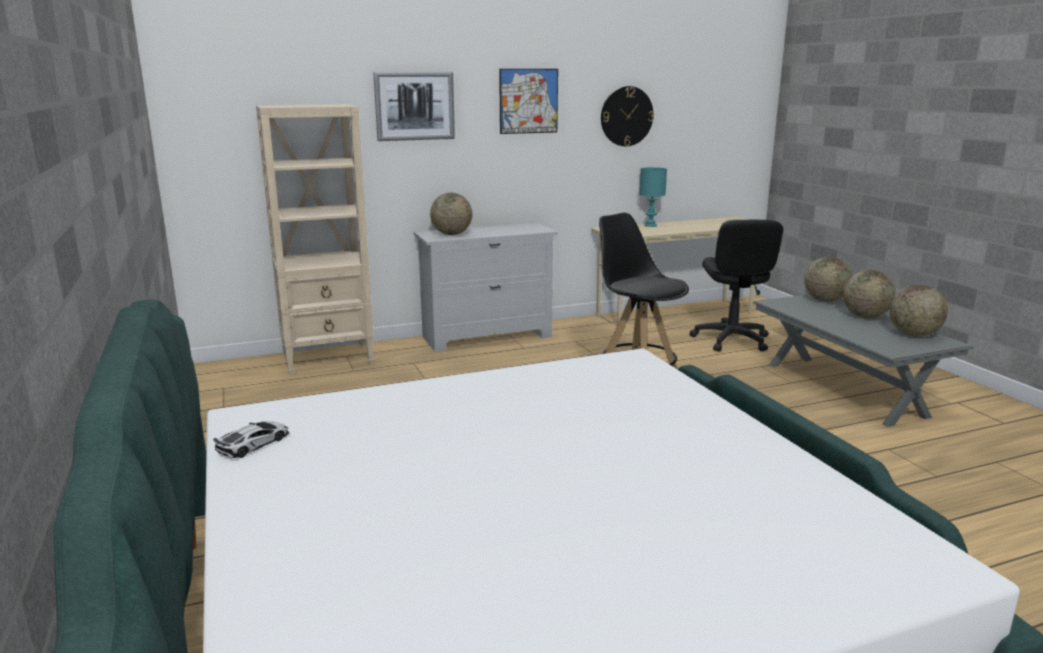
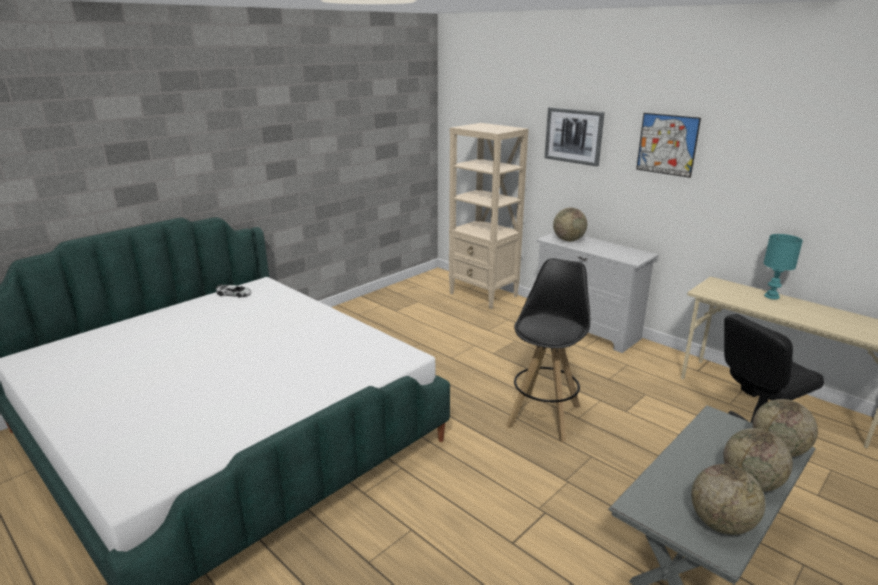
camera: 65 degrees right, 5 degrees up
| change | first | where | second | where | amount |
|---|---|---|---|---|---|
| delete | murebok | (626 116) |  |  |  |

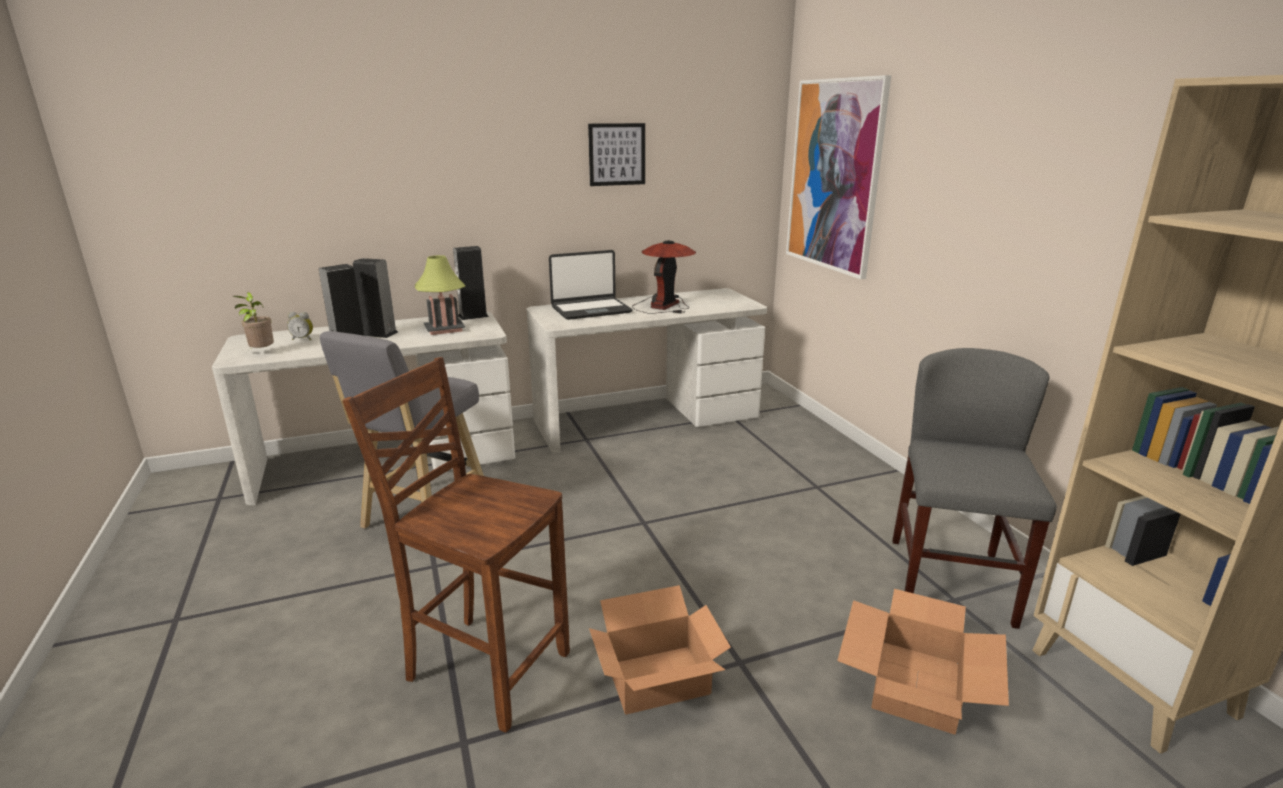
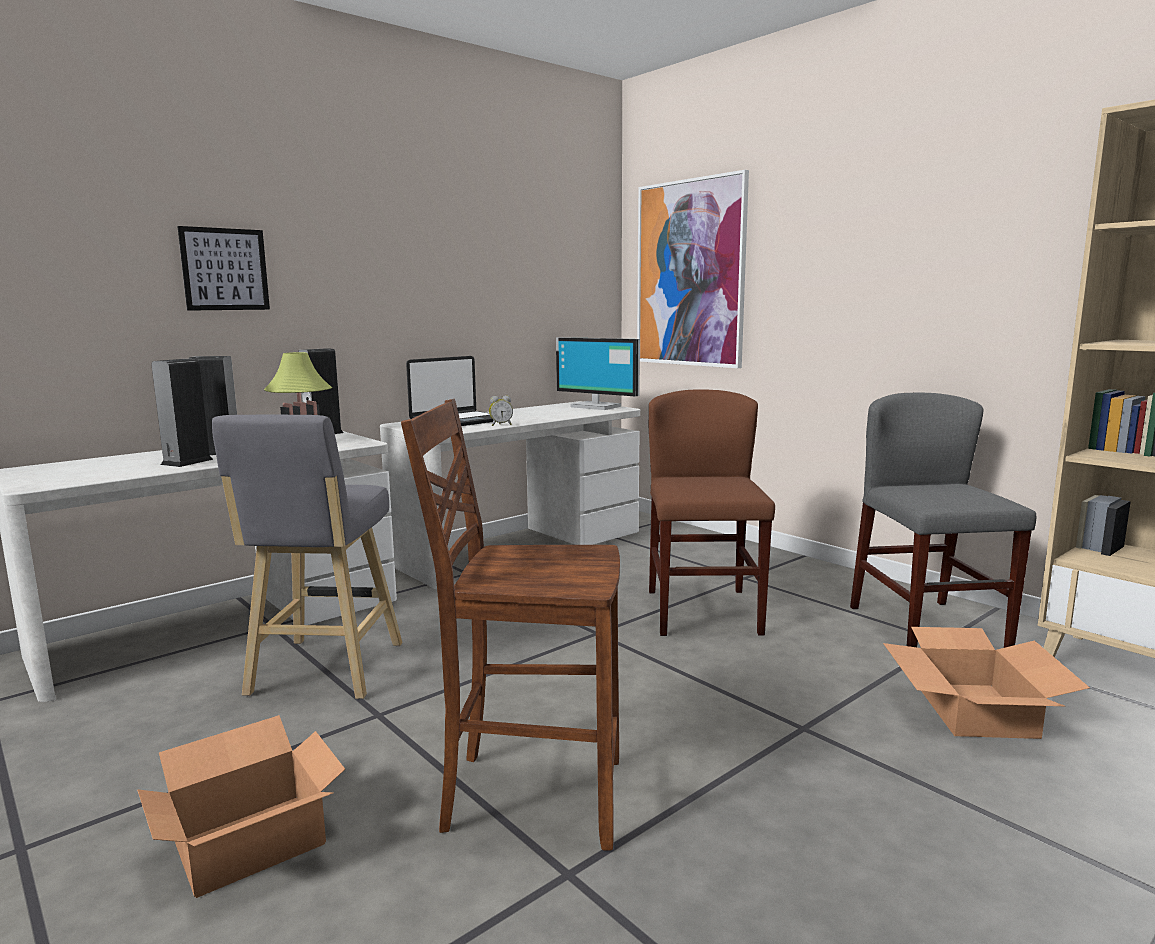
camera: 20 degrees left, 10 degrees down
| change | first | where | second | where | amount |
|---|---|---|---|---|---|
| move | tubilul | (656 678) |  | (248 843) |  |
| move | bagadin | (617 154) |  | (225 269) |  |
| move | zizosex | (303 339) |  | (501 425) |  |
| insert |  |  | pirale | (597 406) |  |
| insert |  |  | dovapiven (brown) | (703 612) |  |
| delete | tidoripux | (261 353) |  |  |  |
| delete | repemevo | (664 305) |  |  |  |

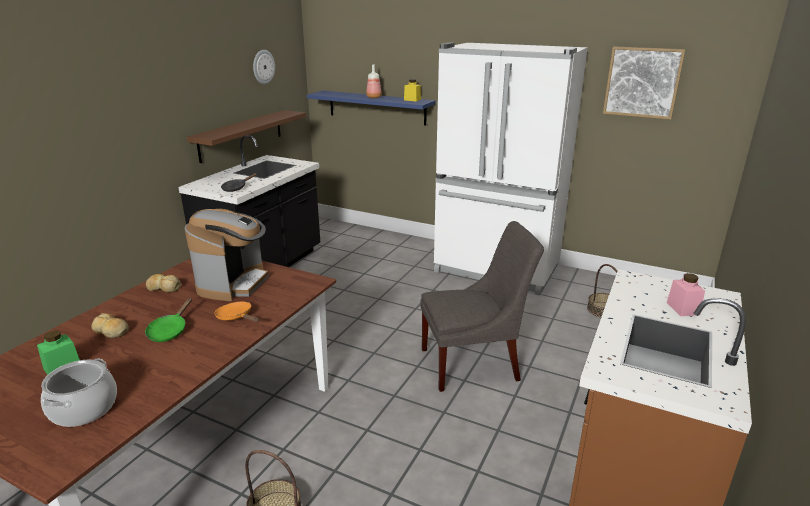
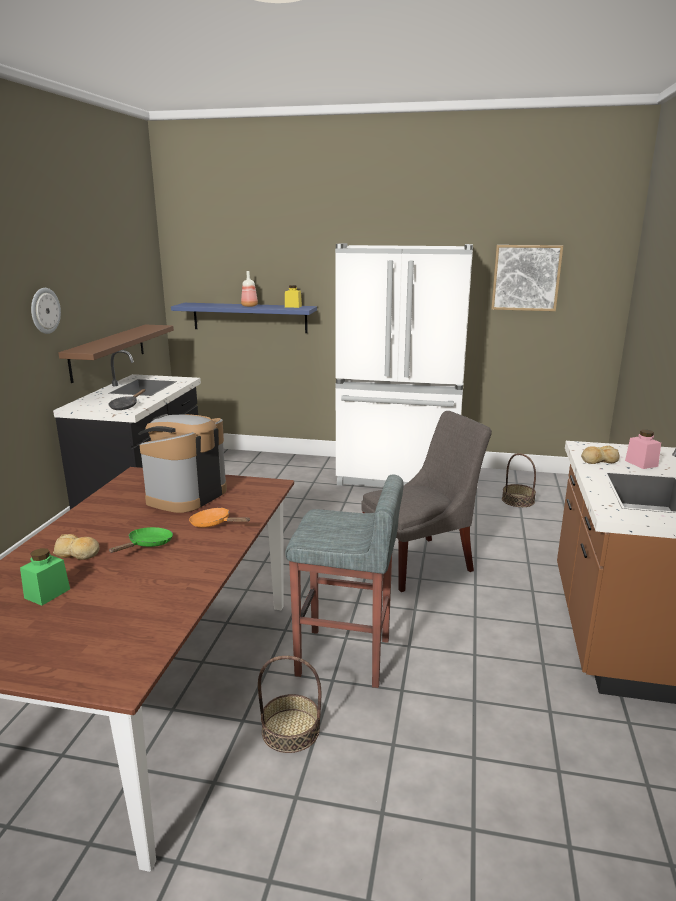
camera: 15 degrees left, 5 degrees down
| change | first | where | second | where | amount |
|---|---|---|---|---|---|
| move | murebok | (263 67) |  | (44 310) |  |
| rotate | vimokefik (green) | (169 331) |  | (147 545) | 150 degrees counterclockwise |
| rotate | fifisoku | (234 283) |  | (185 495) | 150 degrees counterclockwise |
| insert |  |  | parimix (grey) | (345 658) |  |
| move | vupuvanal | (164 288) |  | (598 460) |  |
| delete | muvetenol | (83 408) |  |  |  |

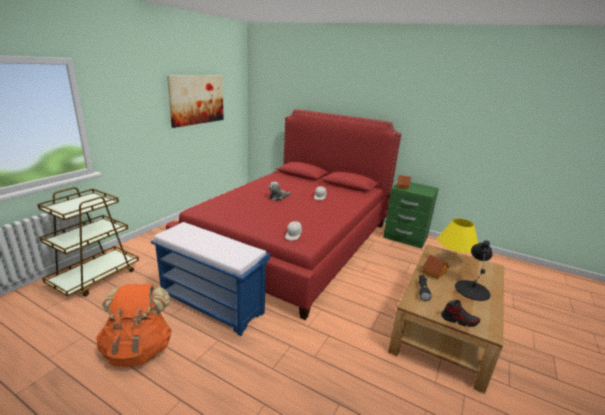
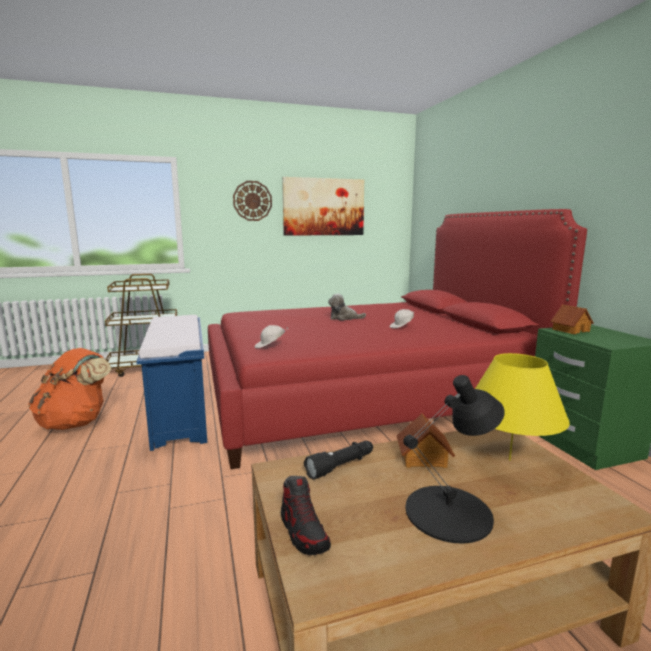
camera: 45 degrees right, 10 degrees down
| change | first | where | second | where | amount |
|---|---|---|---|---|---|
| insert |  |  | murebok | (252 201) |  |

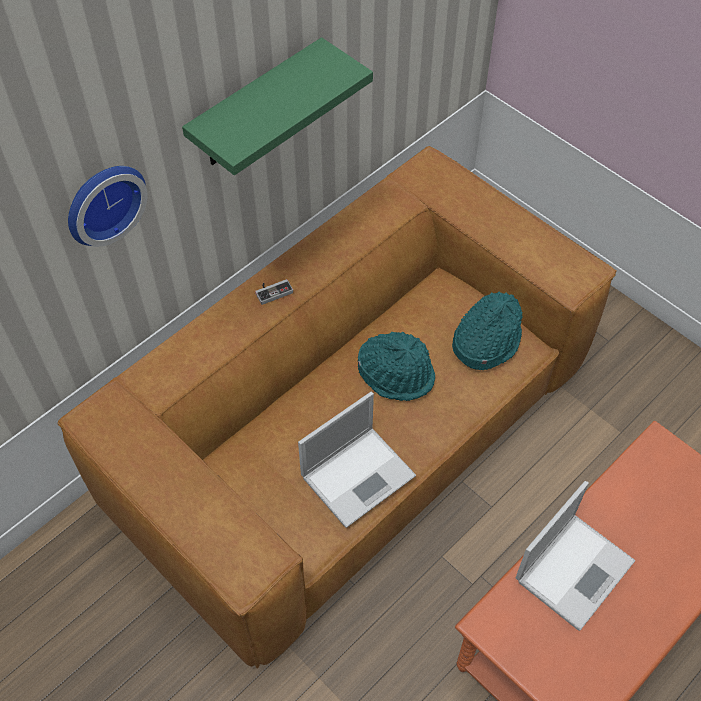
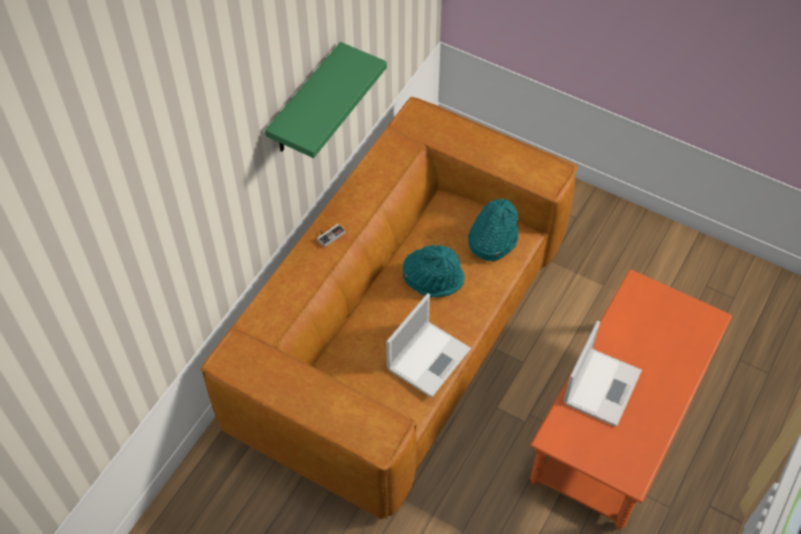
camera: 15 degrees left, 0 degrees up
| change | first | where | second | where | amount |
|---|---|---|---|---|---|
| delete | murebok | (102 201) |  |  |  |

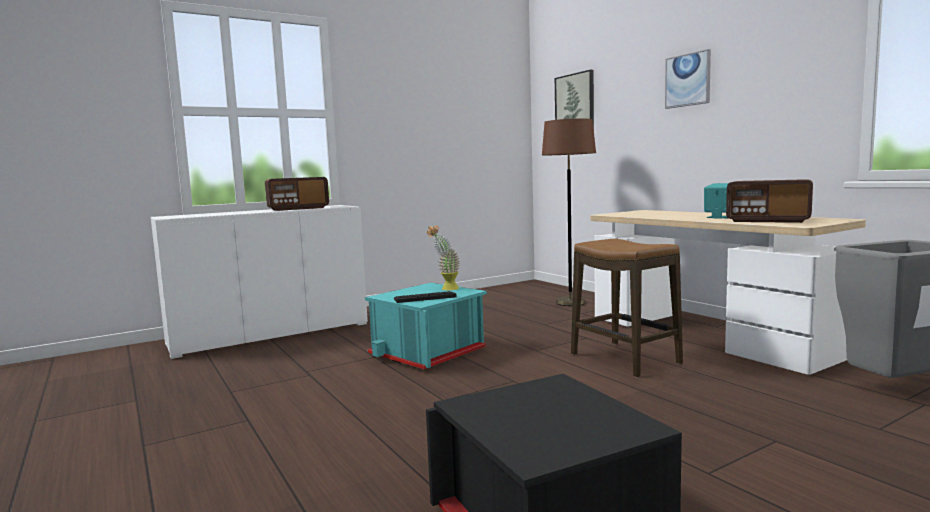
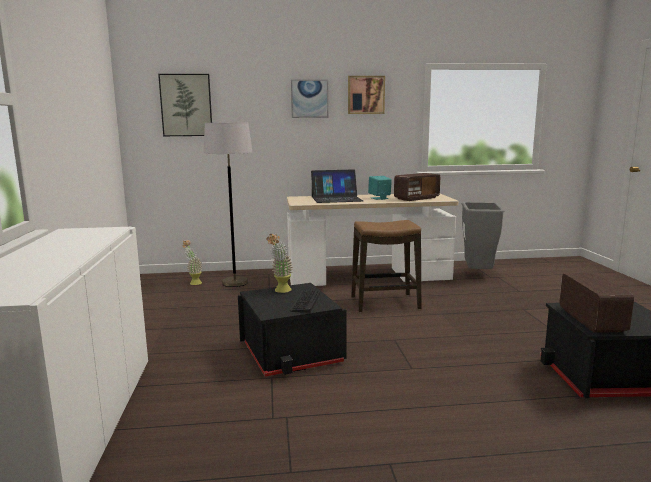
camera: 65 degrees left, 5 degrees up
| change | first | where | second | where | amount |
|---|---|---|---|---|---|
| insert |  |  | tidoripux | (193 283) |  |
| recolor | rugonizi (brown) | (570 302) | rugonizi (grey) | (235 283) |  |
| recolor | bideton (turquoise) | (429 352) | bideton (black) | (291 353) |  |
| insert |  |  | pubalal | (336 199) |  |
| insert |  |  | bagadin | (366 95) |  |
| move | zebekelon | (298 208) |  | (591 320) |  |

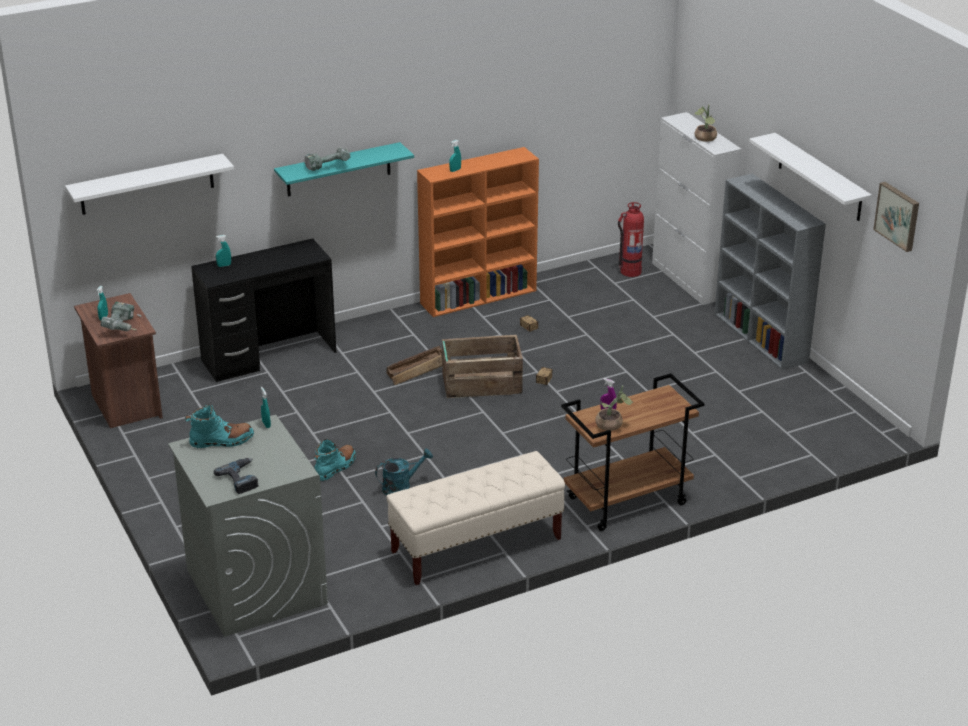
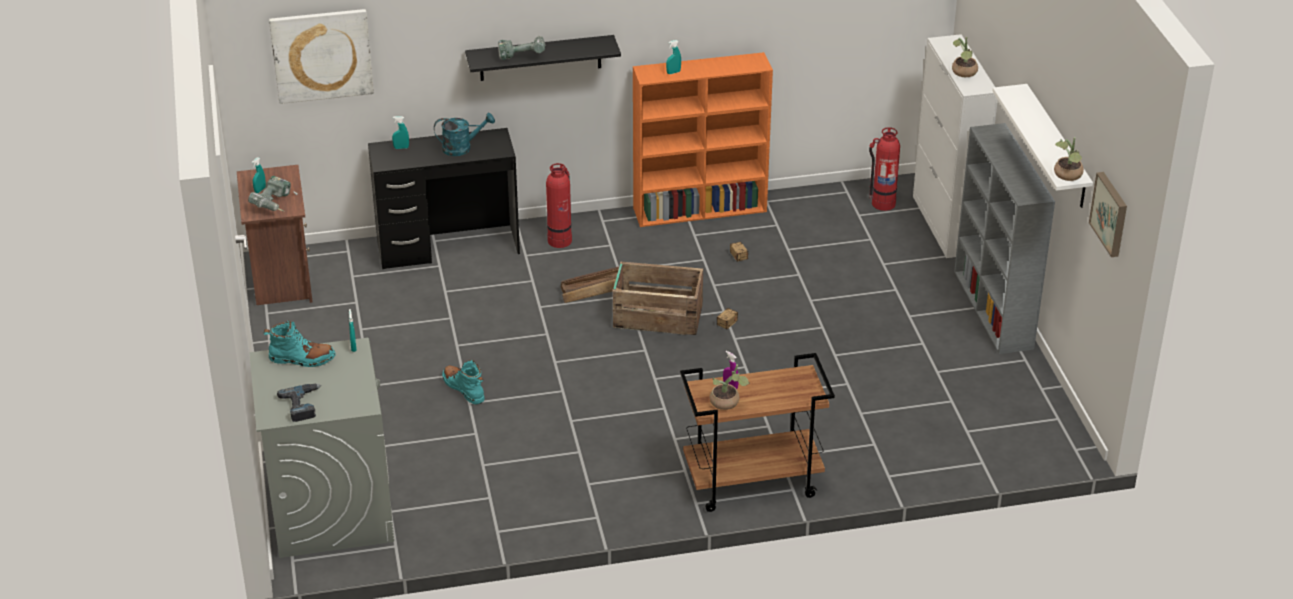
camera: 15 degrees right, 5 degrees up
| change | first | where | second | where | amount |
|---|---|---|---|---|---|
| replace | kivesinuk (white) | (147 184) | bagadin | (322 55) |  |
| move | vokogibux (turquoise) | (401 487) |  | (462 148) |  |
| rotate | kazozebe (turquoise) | (335 467) |  | (464 389) | 90 degrees counterclockwise |
| recolor | kivesinuk (turquoise) | (338 170) | kivesinuk (black) | (540 58) |  |
| insert |  |  | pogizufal | (560 240) |  |
| insert |  |  | tidoripux | (1067 176) |  |
| delete | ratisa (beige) | (476 546) |  |  |  |

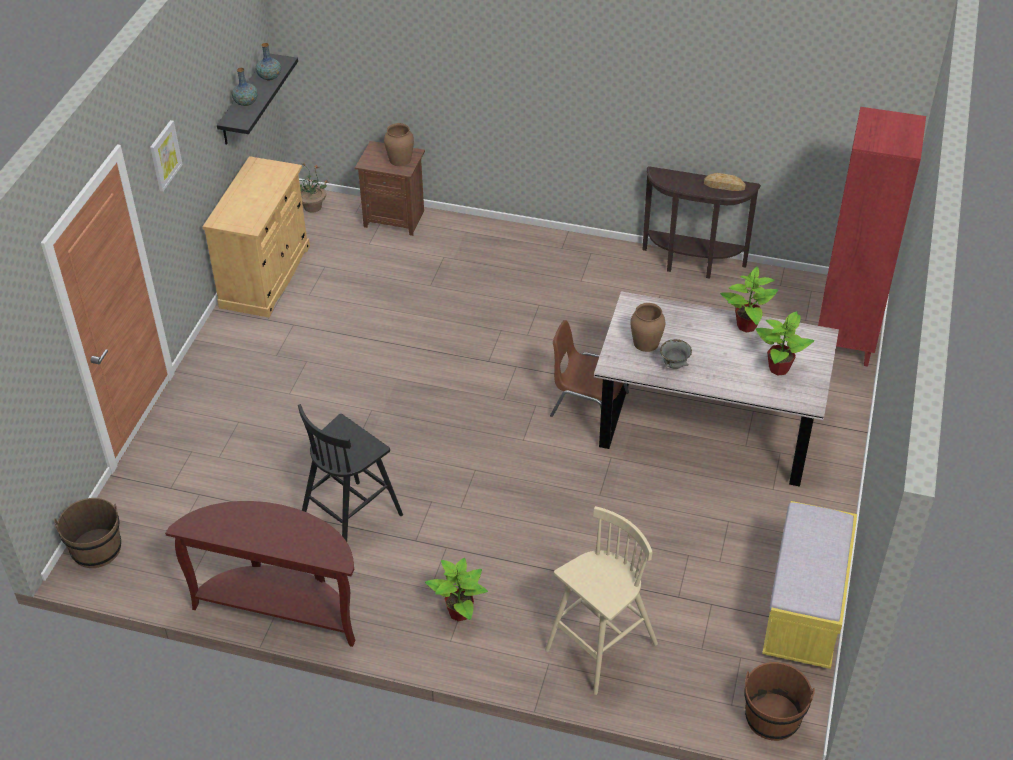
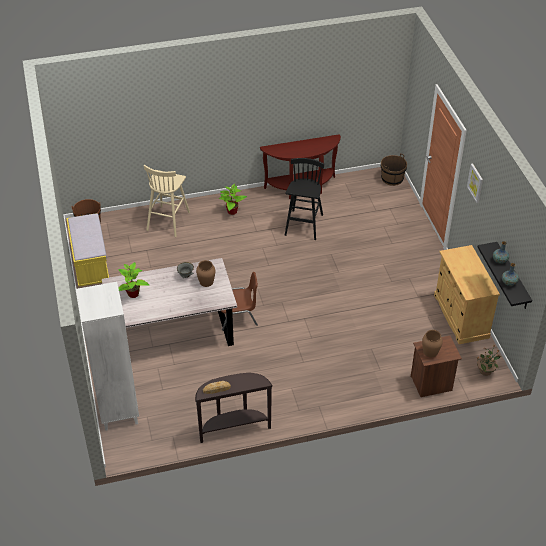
camera: 150 degrees right, 0 degrees up
| change | first | where | second | where | amount |
|---|---|---|---|---|---|
| recolor | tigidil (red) | (845 341) | tigidil (white) | (118 411) |  |
| delete | tidoripux | (746 326) |  |  |  |

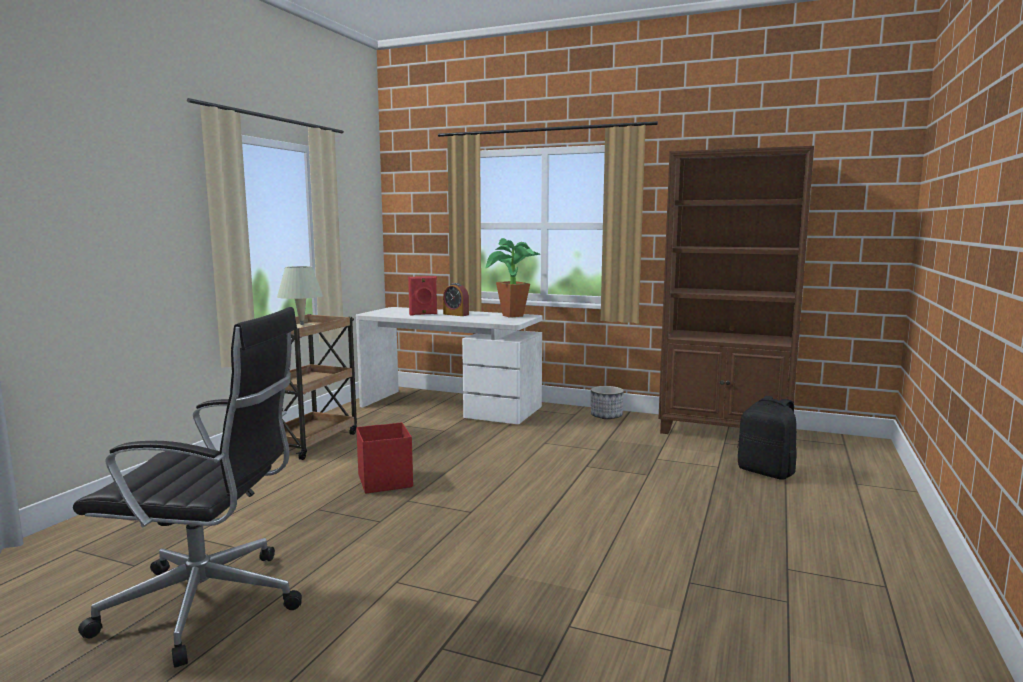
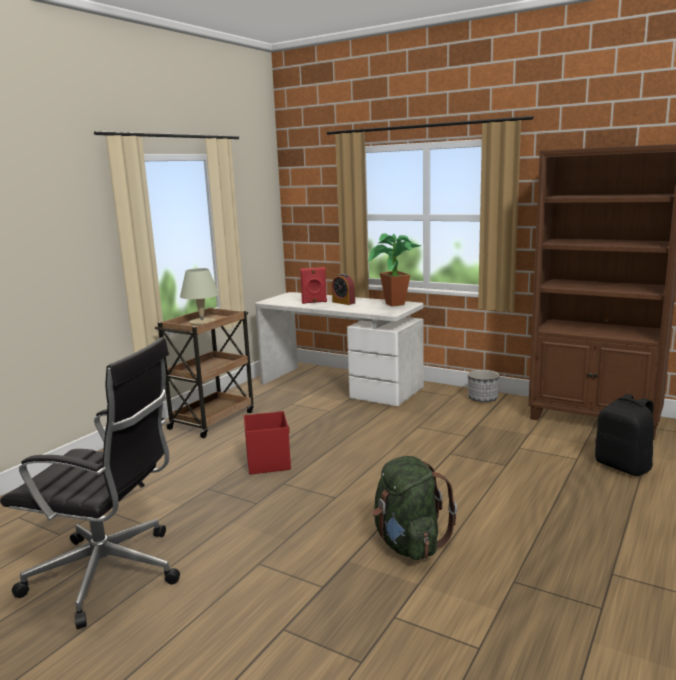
camera: 10 degrees right, 5 degrees up
| change | first | where | second | where | amount |
|---|---|---|---|---|---|
| insert |  |  | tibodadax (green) | (409 544) |  |

